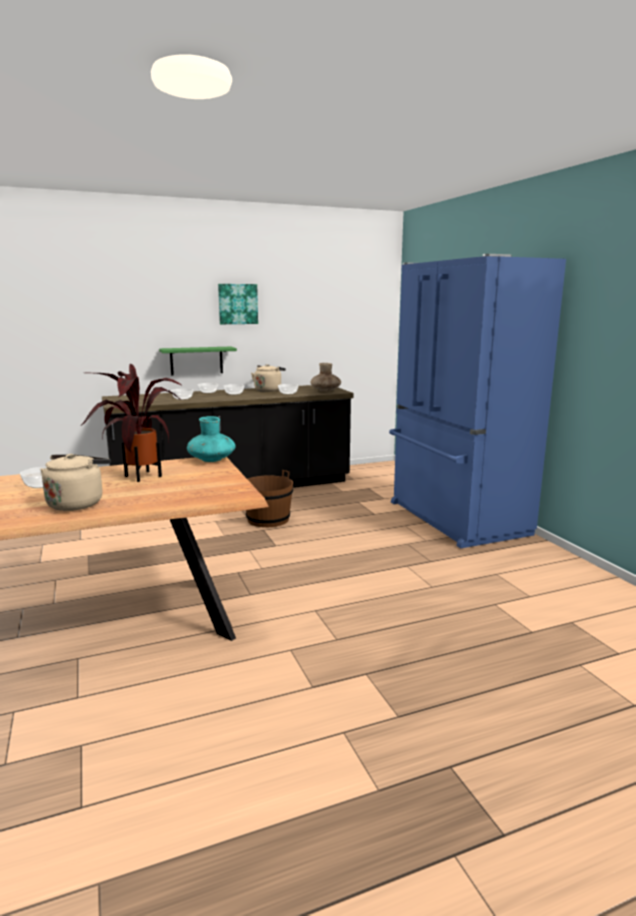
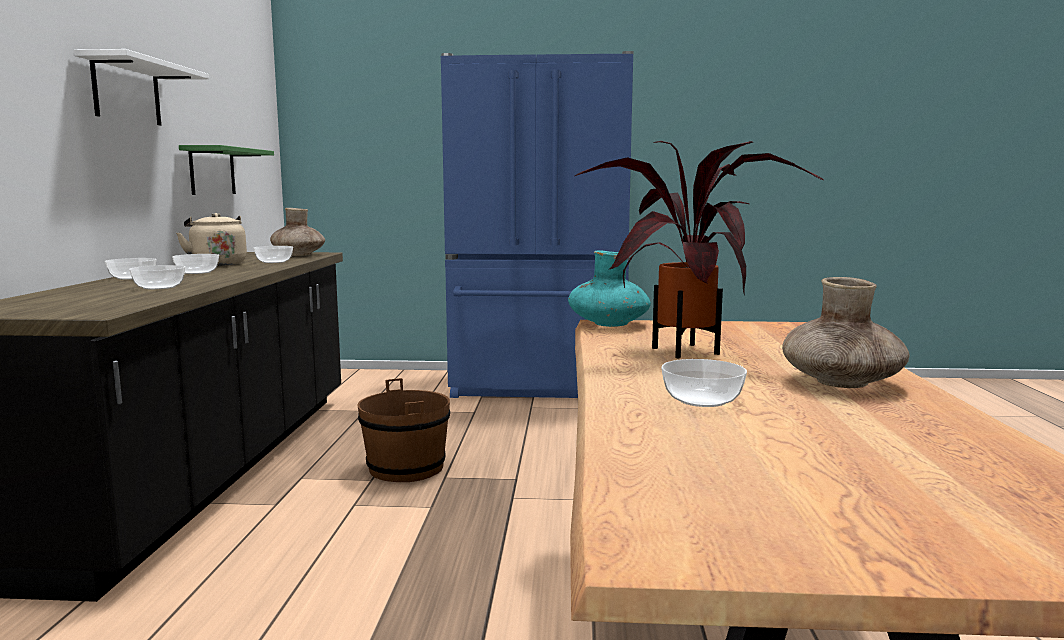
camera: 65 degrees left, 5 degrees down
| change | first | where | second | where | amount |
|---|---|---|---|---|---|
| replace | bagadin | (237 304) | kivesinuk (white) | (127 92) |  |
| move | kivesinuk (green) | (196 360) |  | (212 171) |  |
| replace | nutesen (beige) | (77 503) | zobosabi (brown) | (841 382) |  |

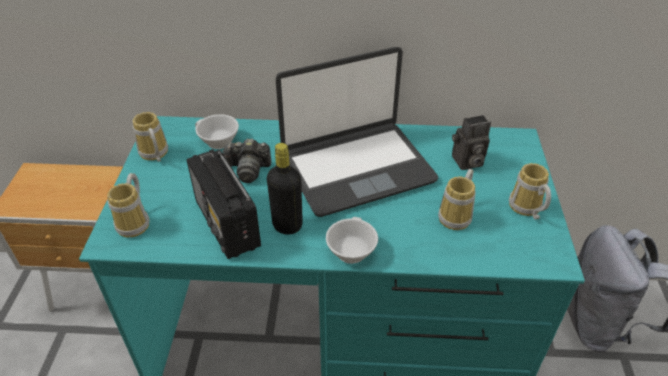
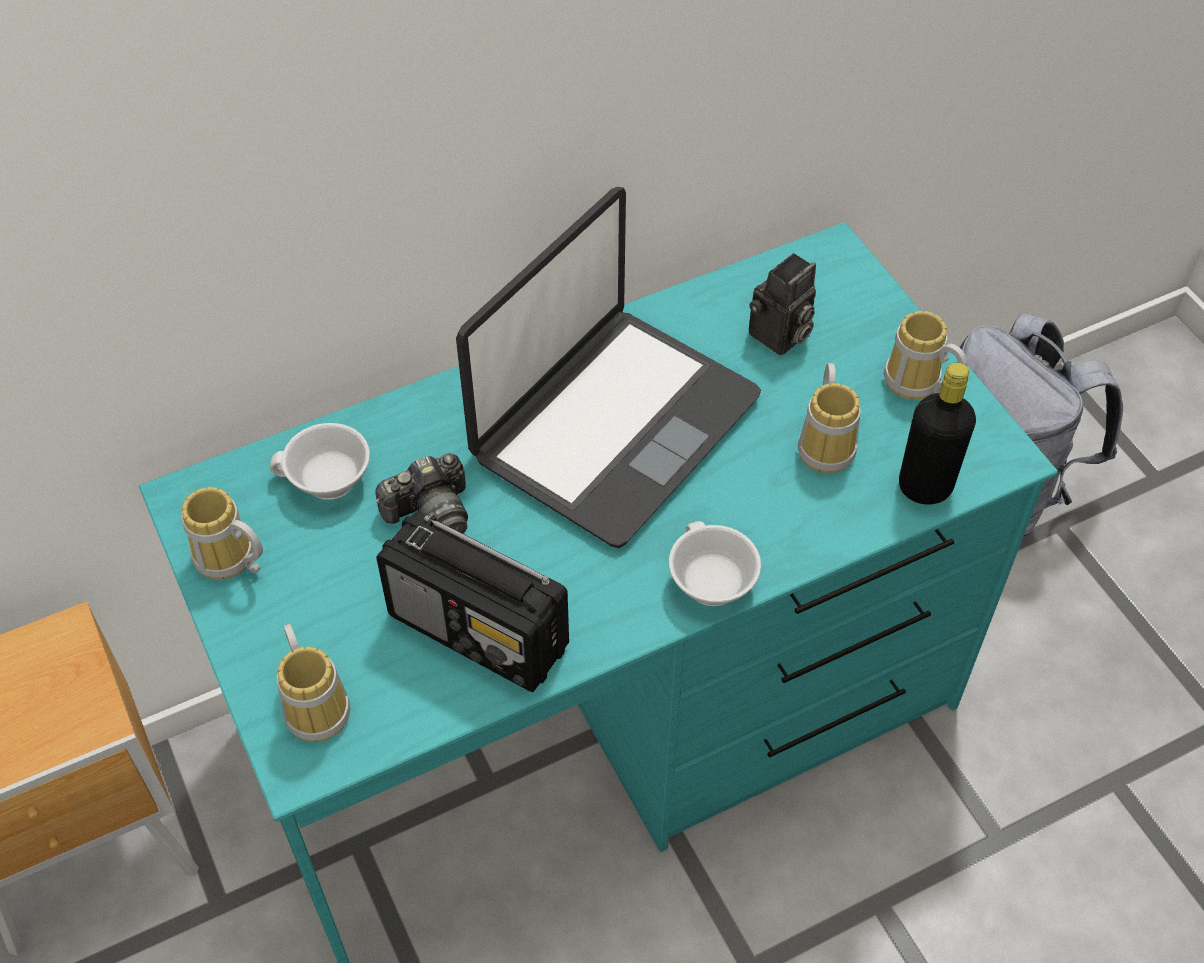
camera: 30 degrees left, 10 degrees up
| change | first | where | second | where | amount |
|---|---|---|---|---|---|
| move | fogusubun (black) | (287 225) |  | (925 487) |  |

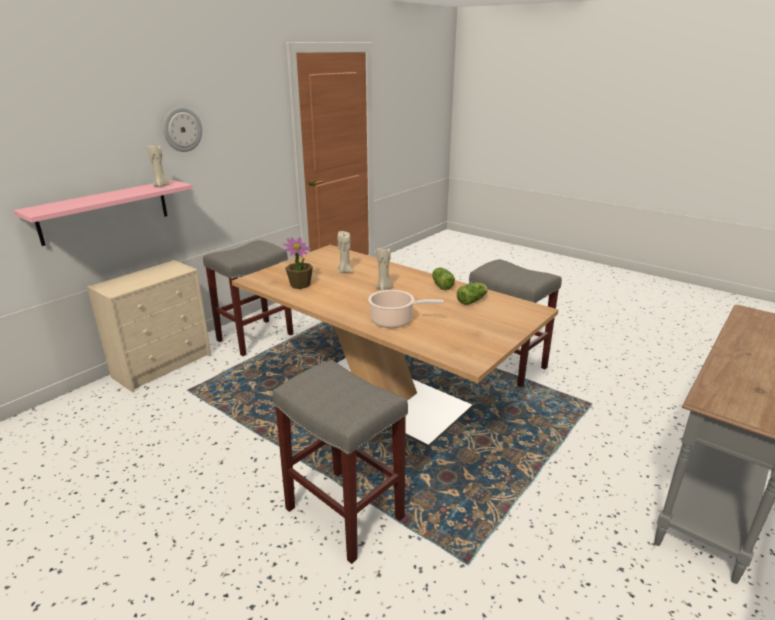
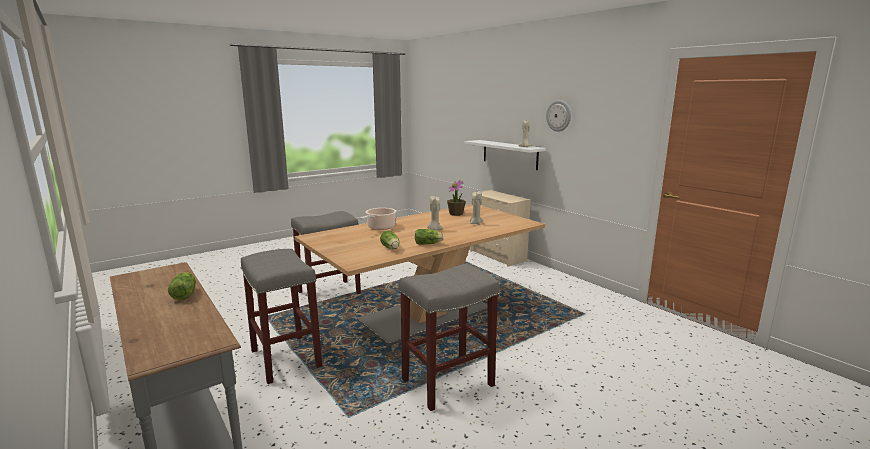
camera: 105 degrees right, 10 degrees down
| change | first | where | second | where | amount |
|---|---|---|---|---|---|
| insert |  |  | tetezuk | (185 294) |  |
| move | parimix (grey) | (256 337) |  | (286 359) |  |
| recolor | kivesinuk (pink) | (105 211) | kivesinuk (white) | (509 154) |  |

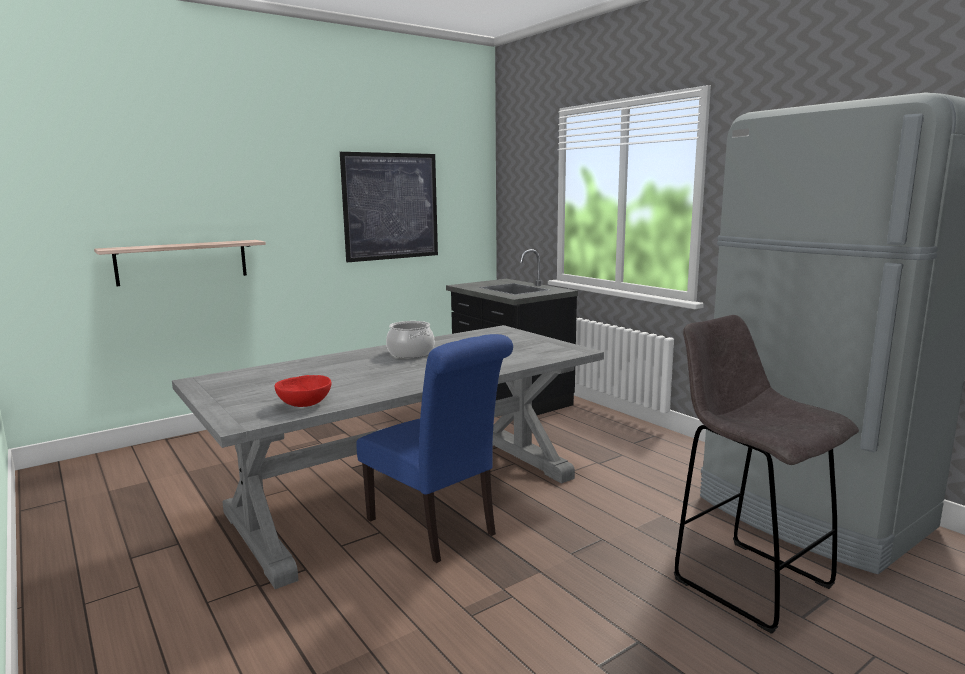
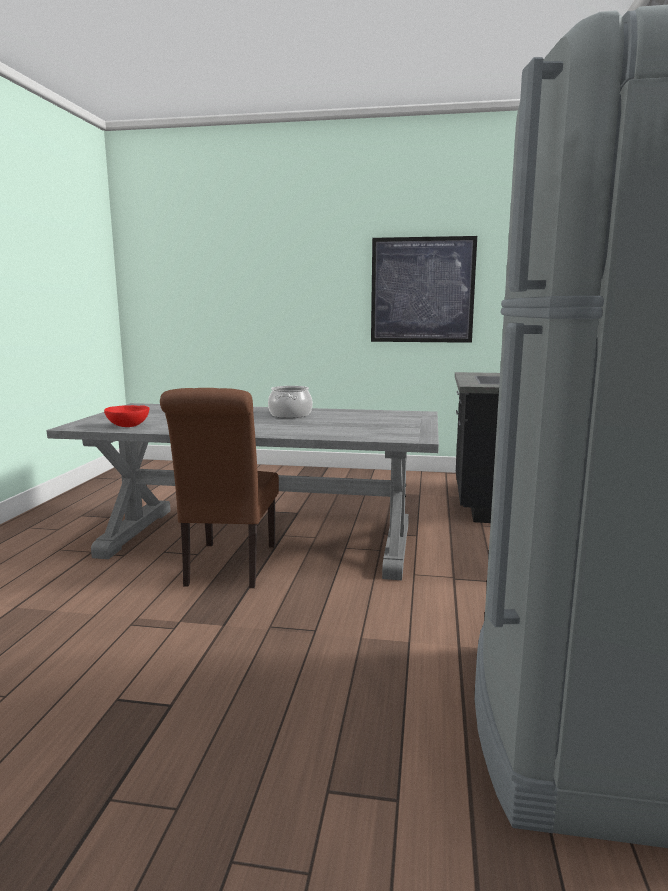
camera: 45 degrees right, 0 degrees up
| change | first | where | second | where | amount |
|---|---|---|---|---|---|
| recolor | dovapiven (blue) | (436 529) | dovapiven (brown) | (228 567) |  |
| delete | kivesinuk | (182 262) |  |  |  |
| delete | parimix (grey) | (747 580) |  |  |  |

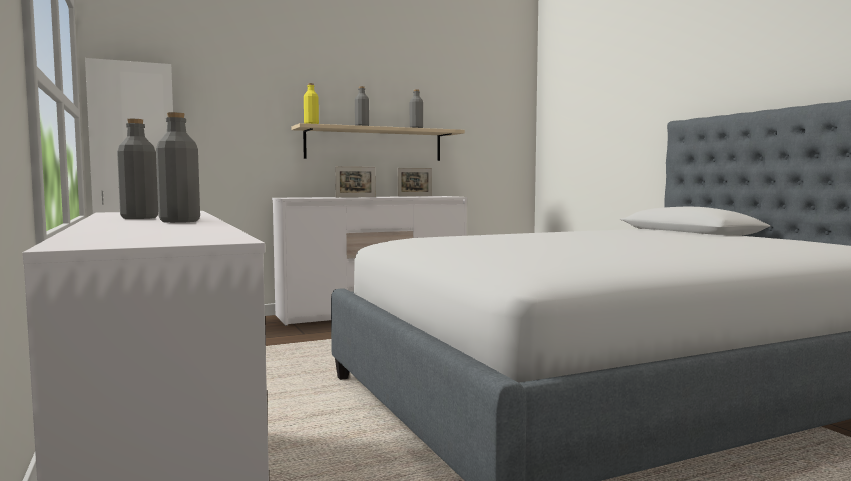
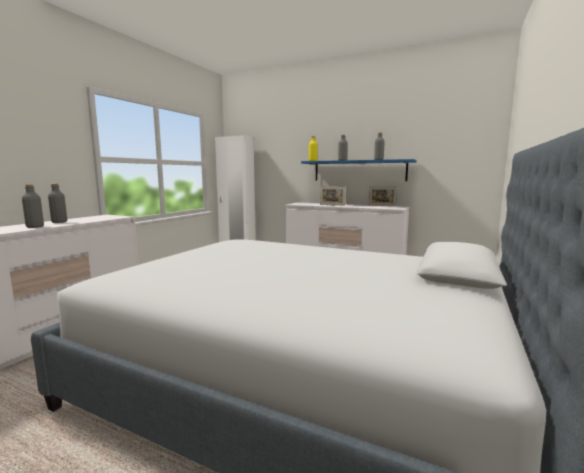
camera: 50 degrees right, 5 degrees up
| change | first | where | second | where | amount |
|---|---|---|---|---|---|
| recolor | kivesinuk (beige) | (374 144) | kivesinuk (blue) | (359 170) |  |

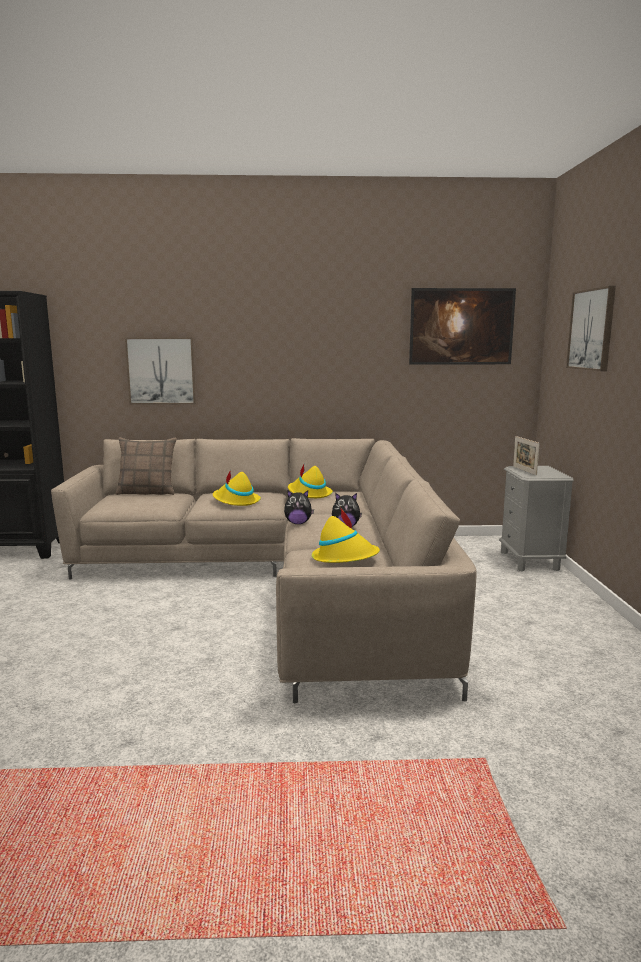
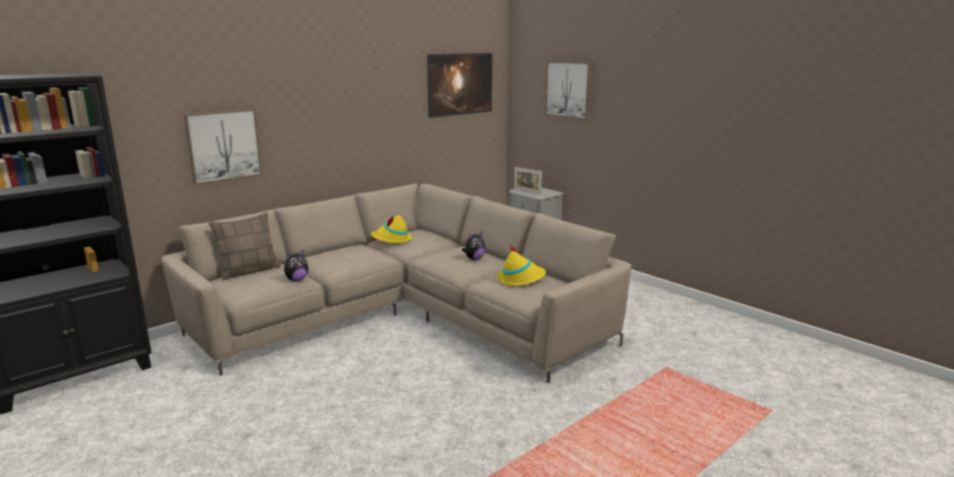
camera: 40 degrees left, 5 degrees up
| change | first | where | second | where | amount |
|---|---|---|---|---|---|
| move | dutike | (298 523) |  | (296 280) |  |
| delete | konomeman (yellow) | (236 501) |  |  |  |

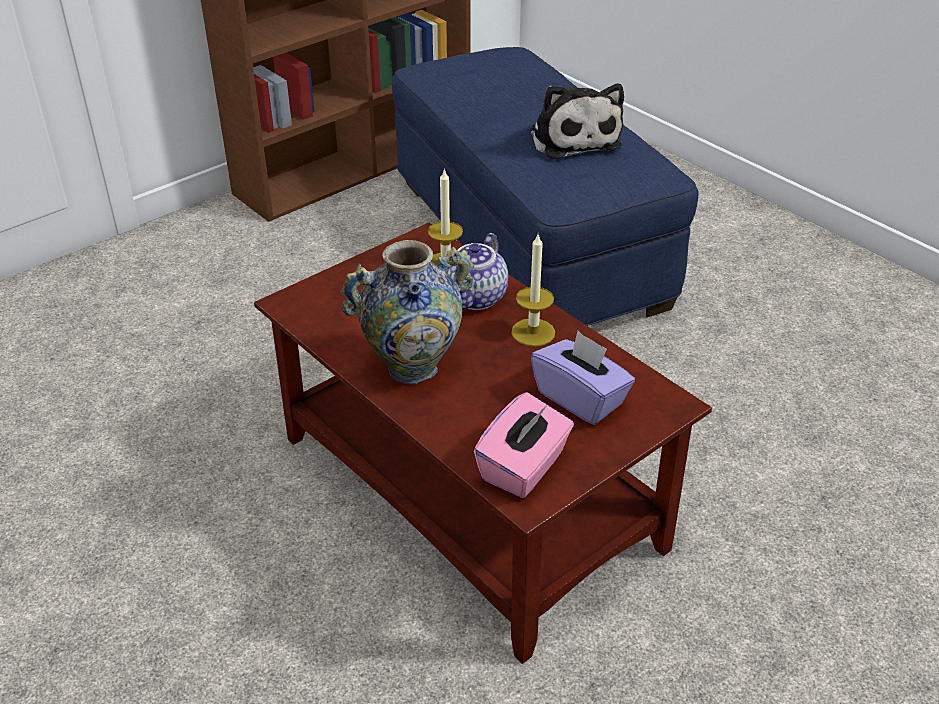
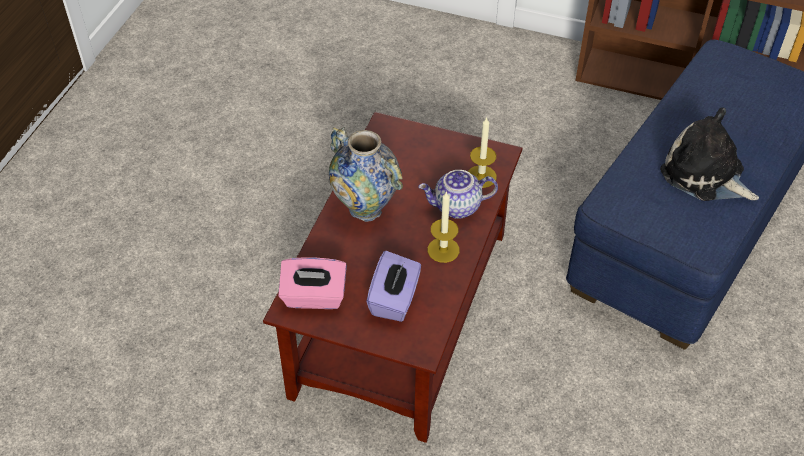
camera: 60 degrees right, 10 degrees up
| change | first | where | second | where | amount |
|---|---|---|---|---|---|
| rotate | dutike | (573 138) |  | (705 175) | 90 degrees clockwise |

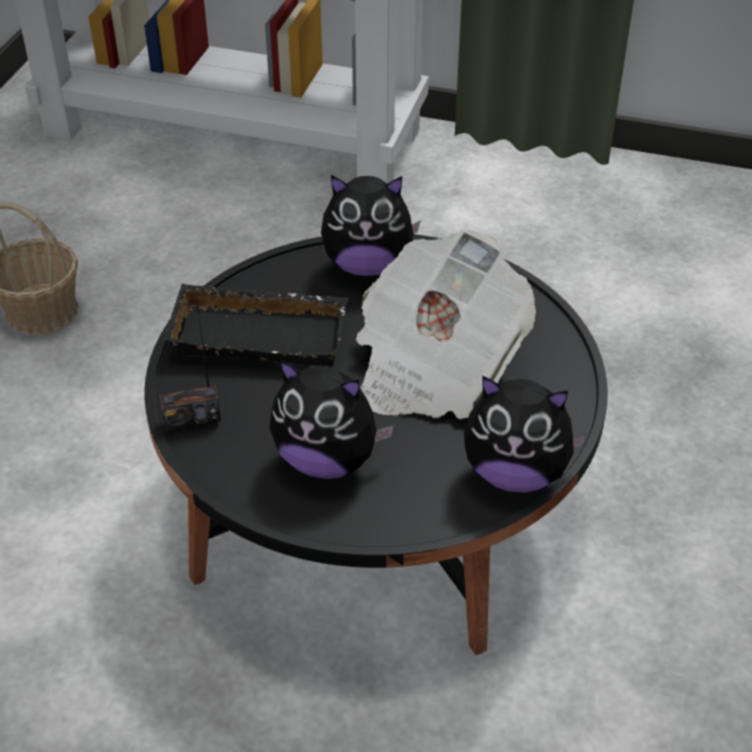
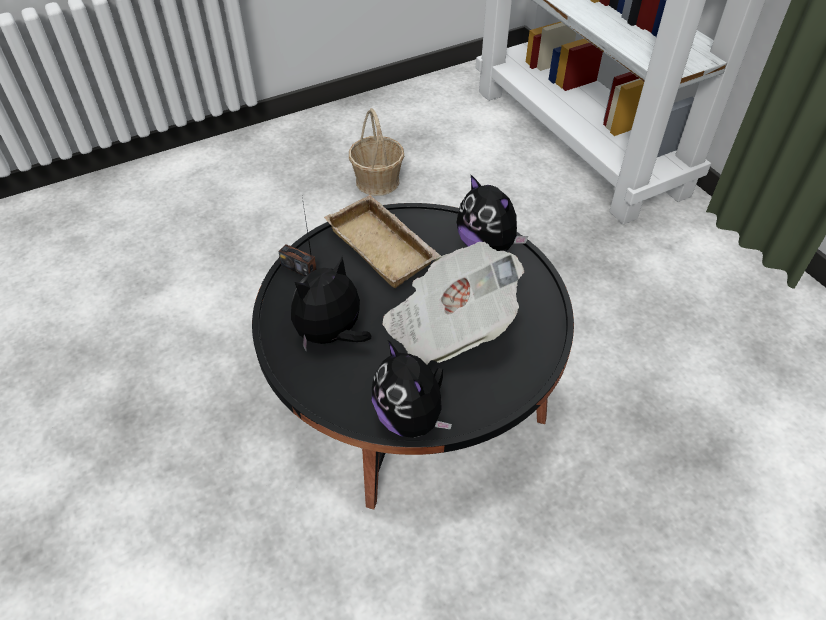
camera: 45 degrees right, 5 degrees up
| change | first | where | second | where | amount |
|---|---|---|---|---|---|
| rotate | dutike | (327 460) |  | (331 335) | 75 degrees clockwise |
| recolor | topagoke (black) | (262 332) | topagoke (beige) | (385 247) |  |

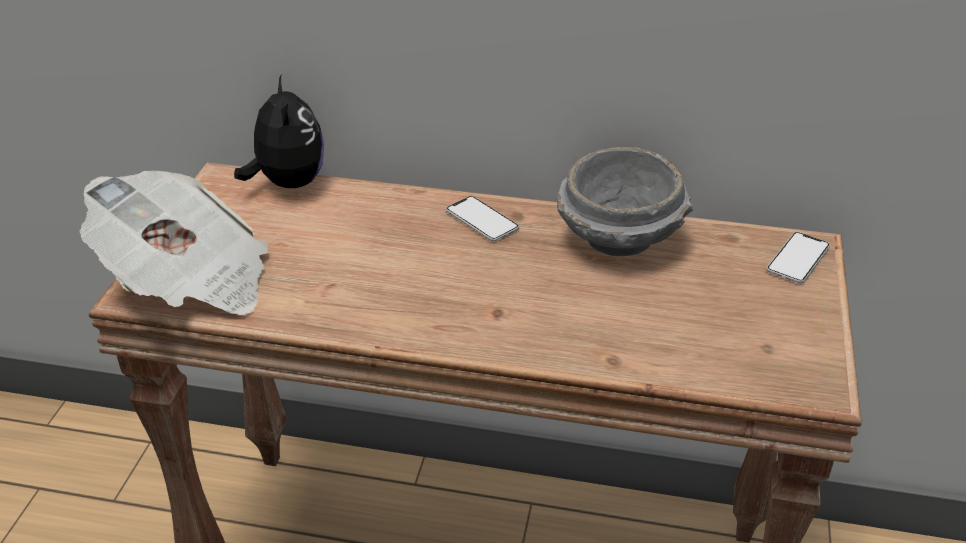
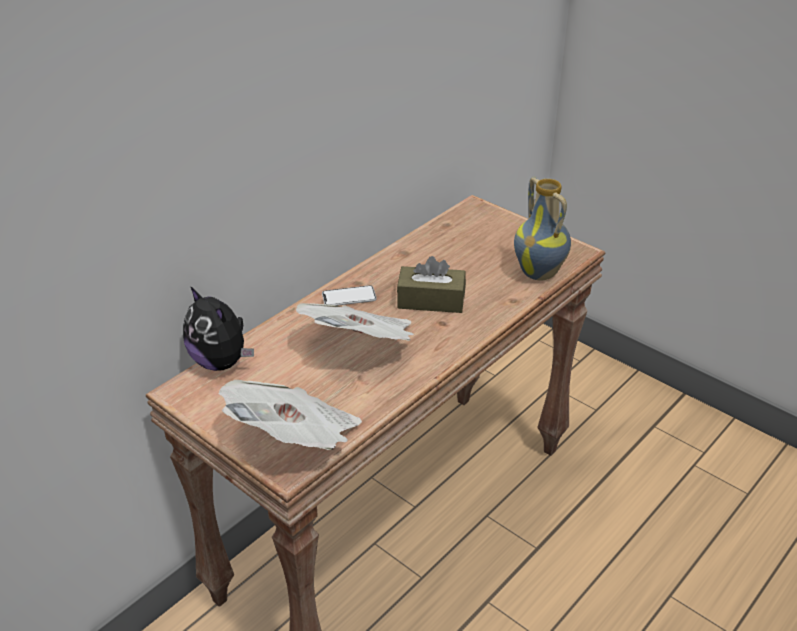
camera: 60 degrees left, 0 degrees up
| change | first | where | second | where | amount |
|---|---|---|---|---|---|
| rotate | dutike | (288 183) |  | (221 361) | 150 degrees counterclockwise |
| insert |  |  | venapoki | (362 345) |  |
| insert |  |  | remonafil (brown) | (431 300) |  |
| insert |  |  | zobosabi | (540 273) |  |
| delete | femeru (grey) | (621 238) |  |  |  |
| delete | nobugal | (798 259) |  |  |  |

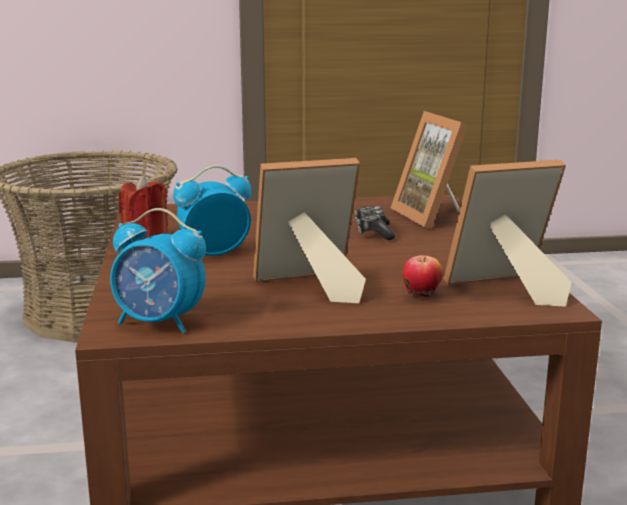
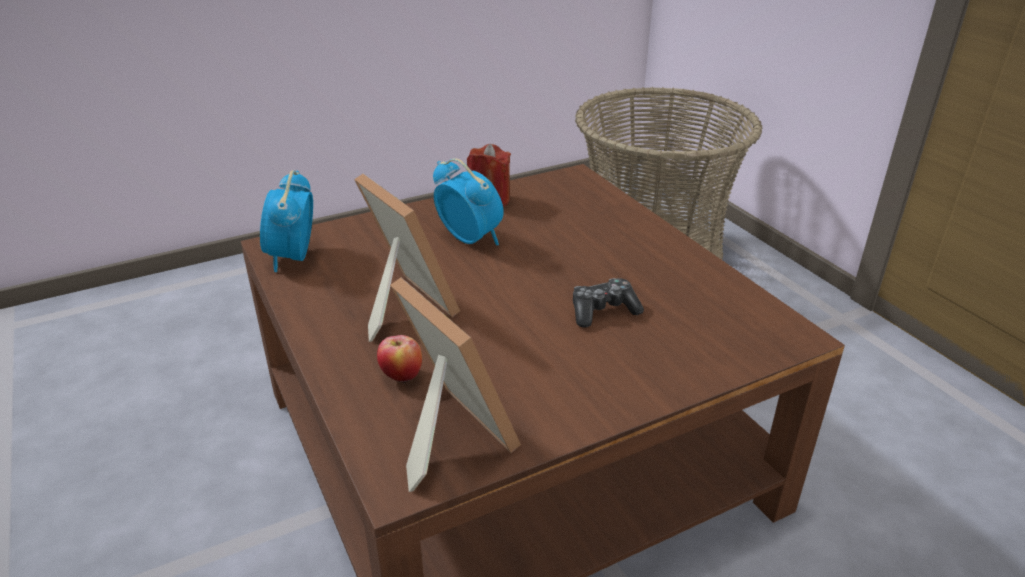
camera: 70 degrees right, 15 degrees up
| change | first | where | second | where | amount |
|---|---|---|---|---|---|
| delete | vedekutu | (434 216) |  |  |  |

